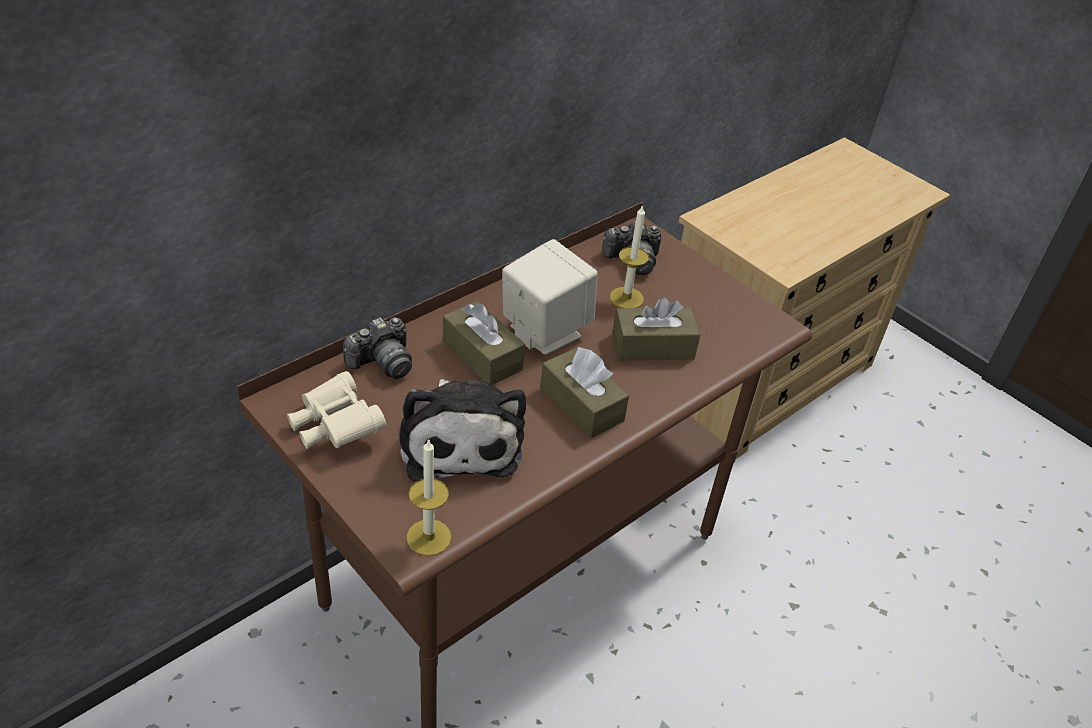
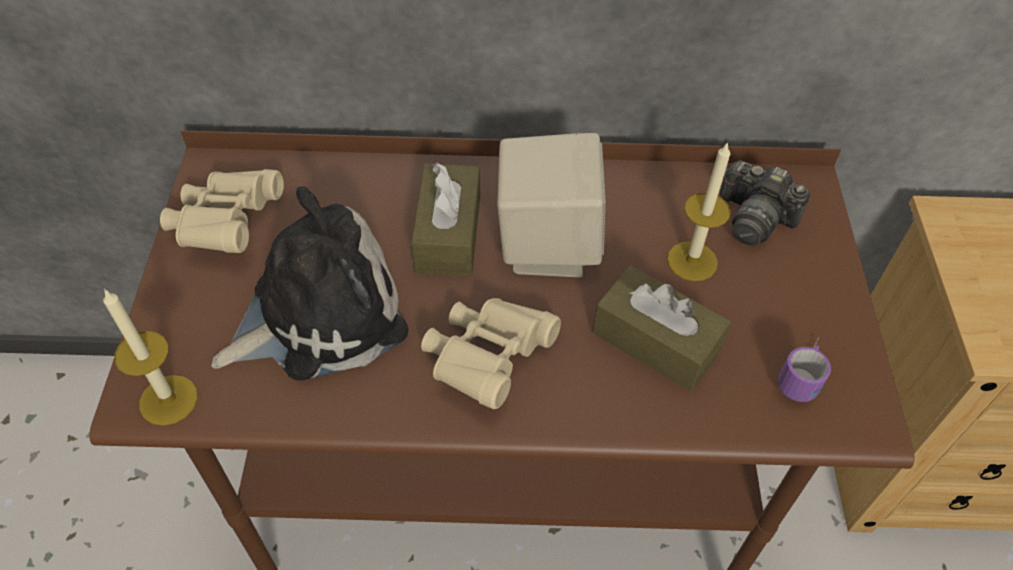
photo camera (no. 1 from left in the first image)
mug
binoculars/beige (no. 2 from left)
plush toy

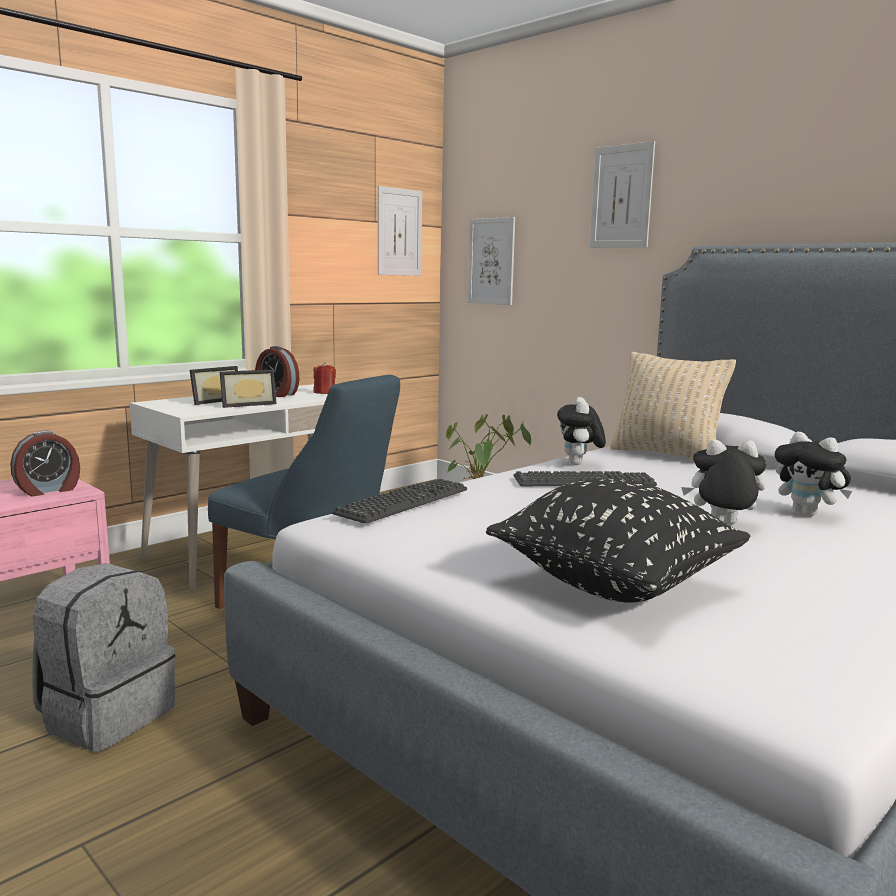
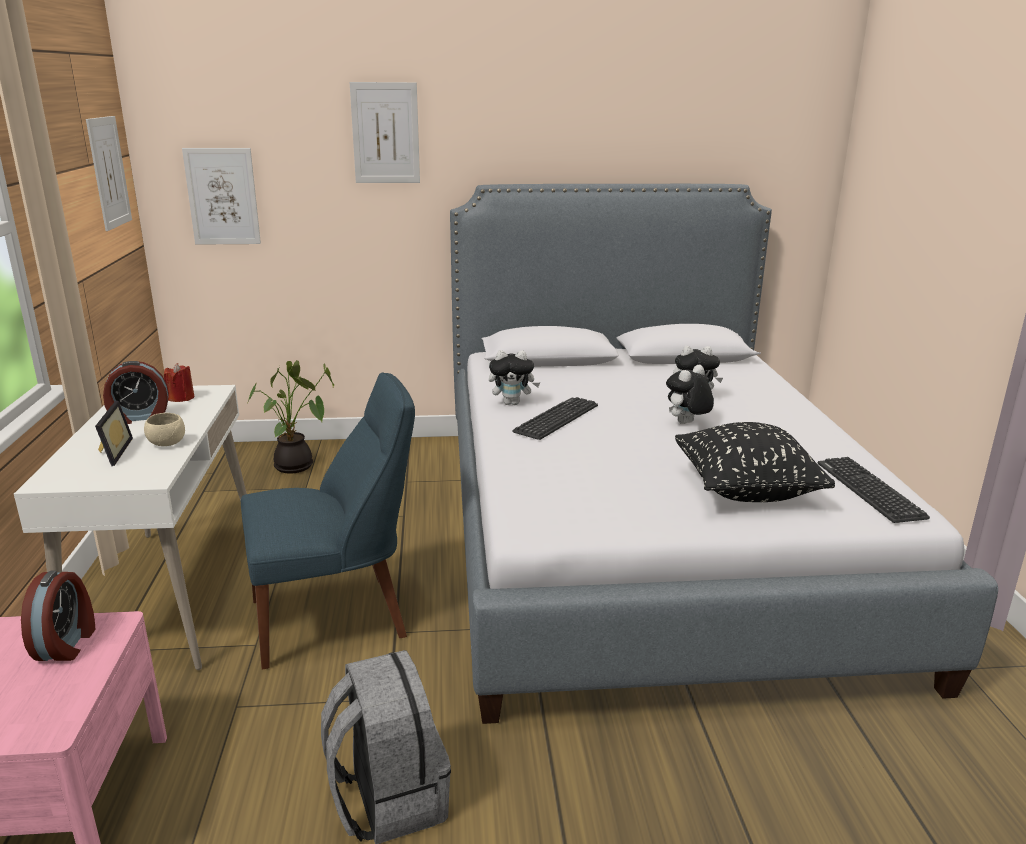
pillow/beige
keyboard (no. 2 from left)
bowl/beige
plush toy (no. 1 from left)

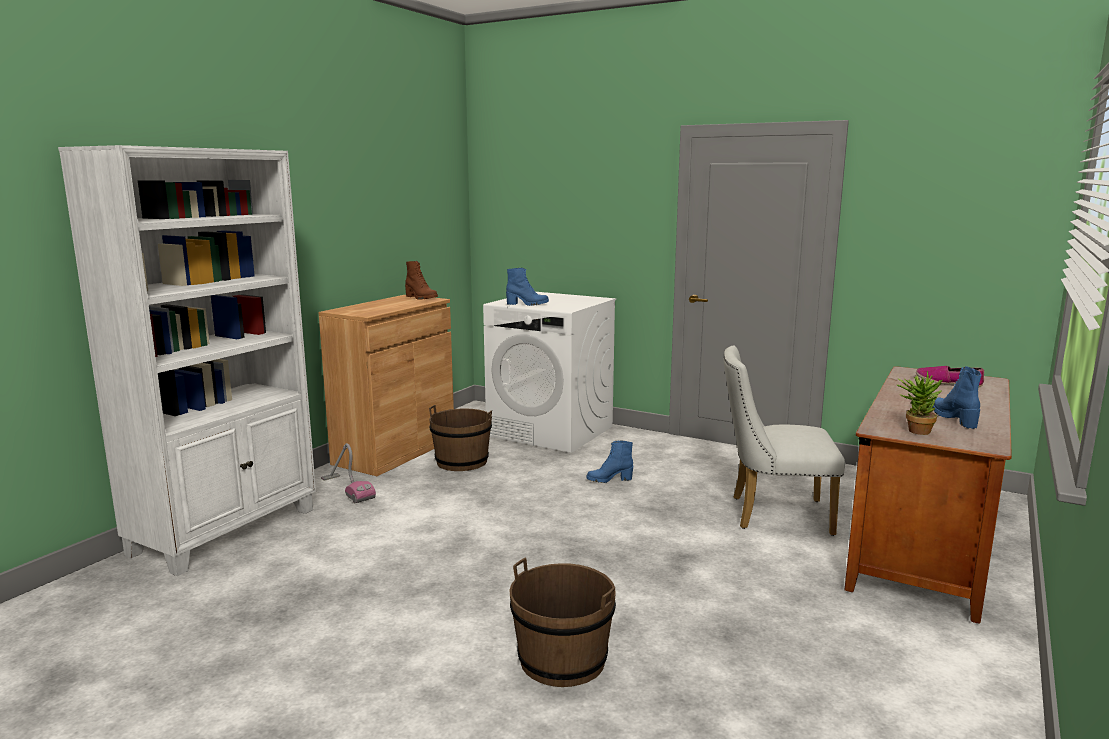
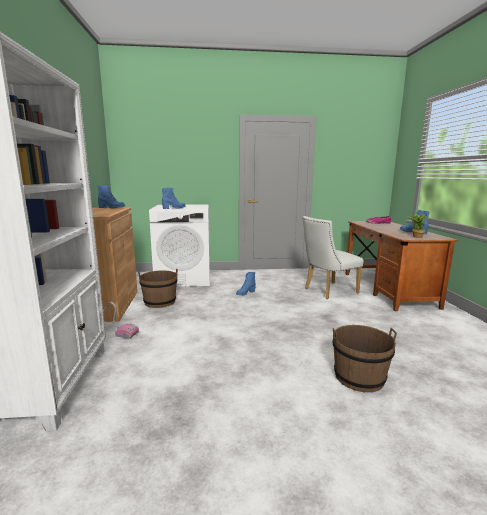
boot/blue (no. 1 from left)

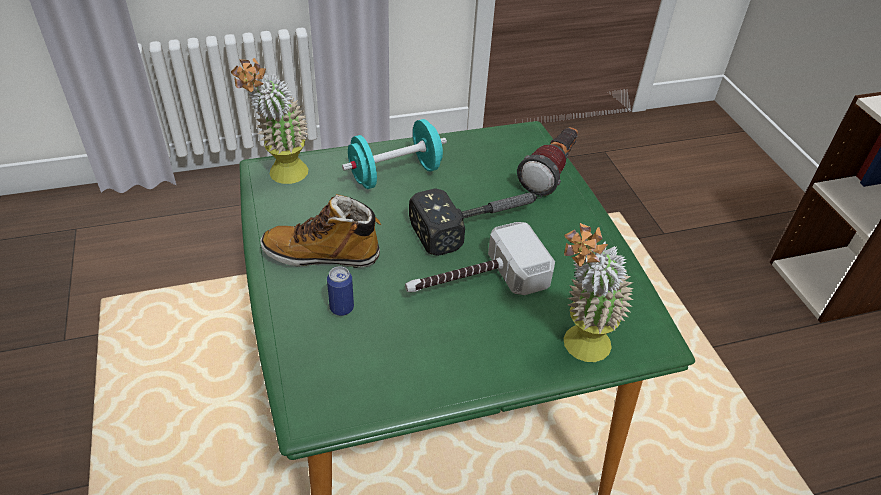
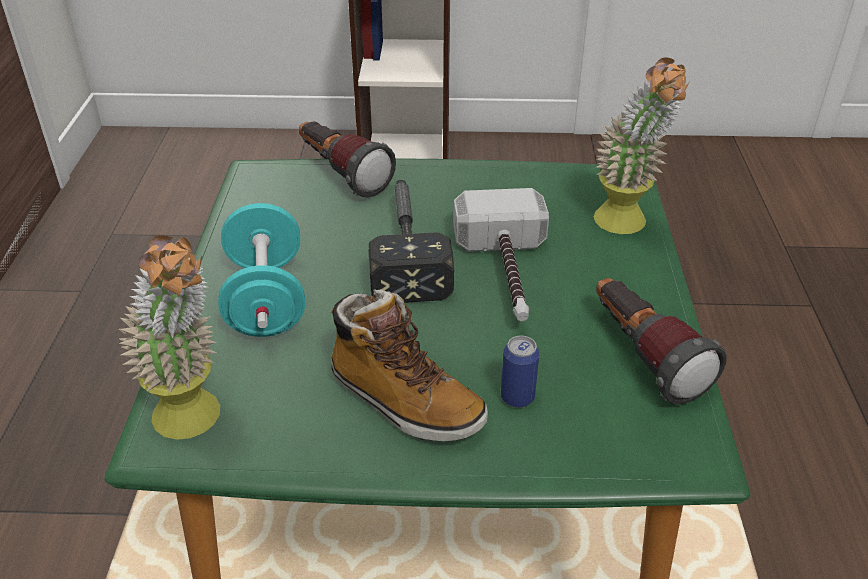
flashlight (no. 2 from left)
boot

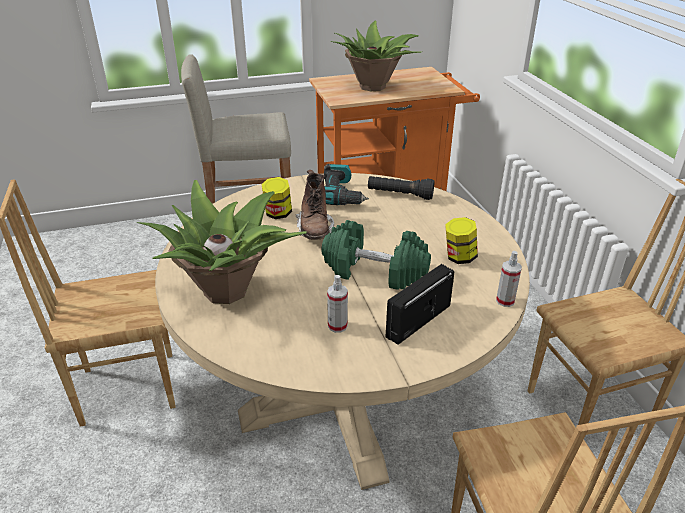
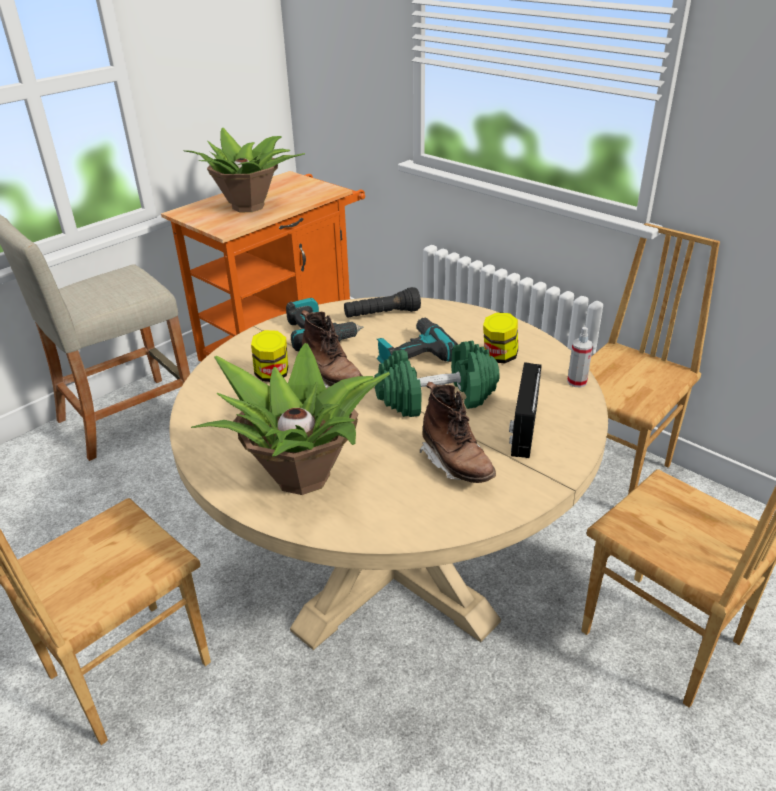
power drill (no. 2 from left)
boot/brown (no. 2 from left)

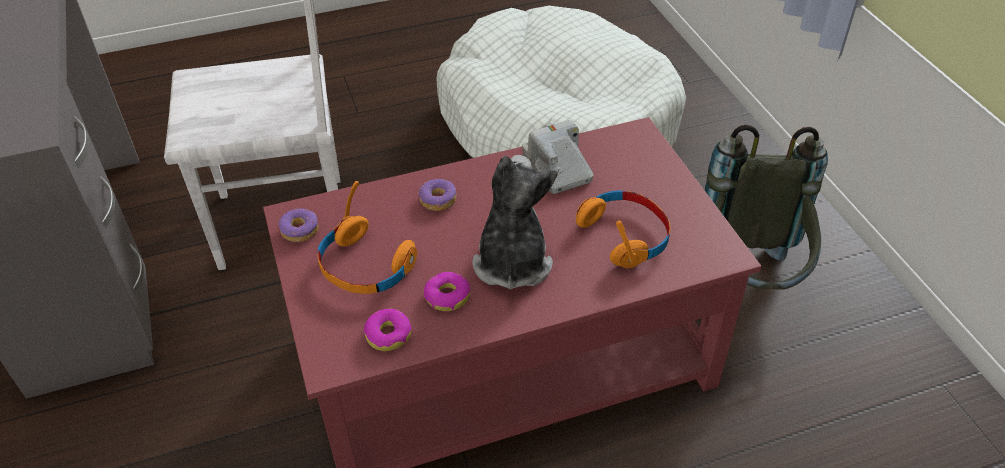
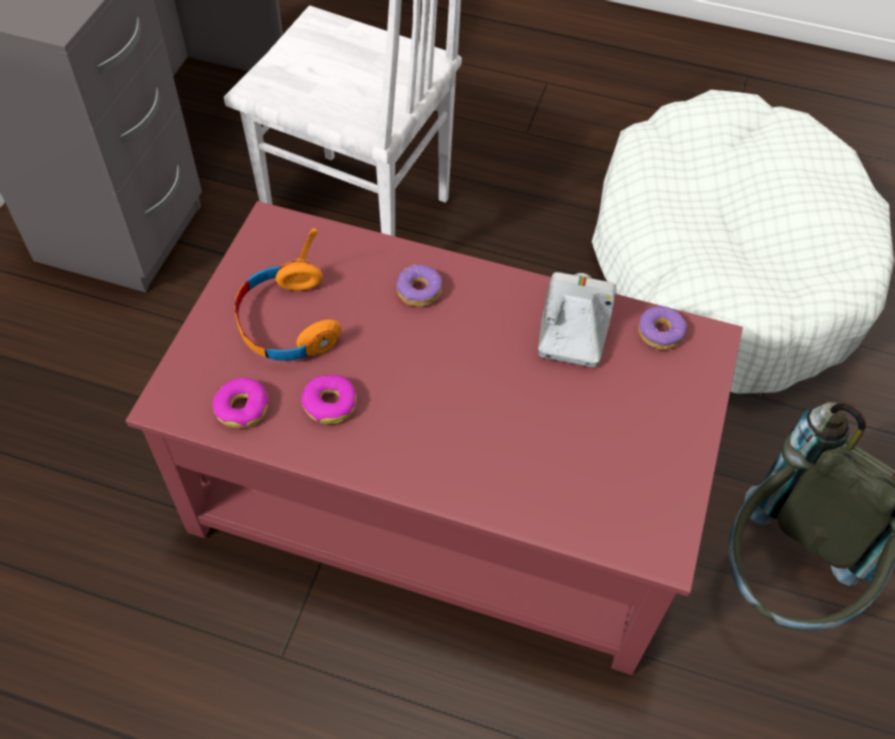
plush toy
headphones/orange (no. 2 from left in the first image)
donut (no. 4 from left)

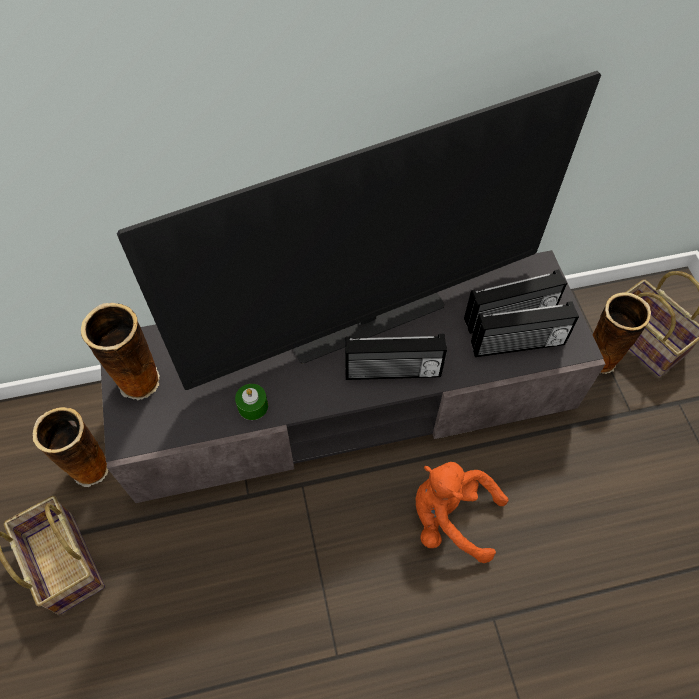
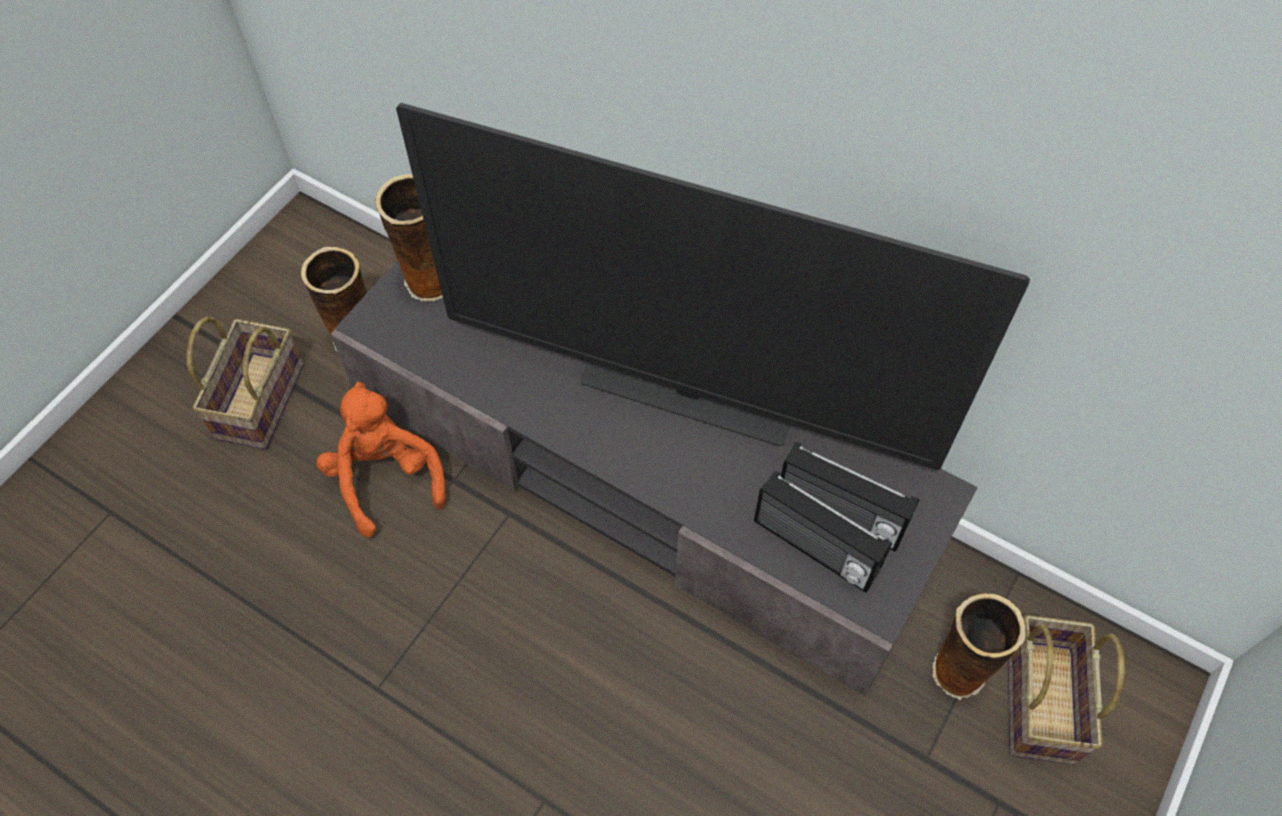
candle/green
radio (no. 1 from left in the first image)
plush toy/orange

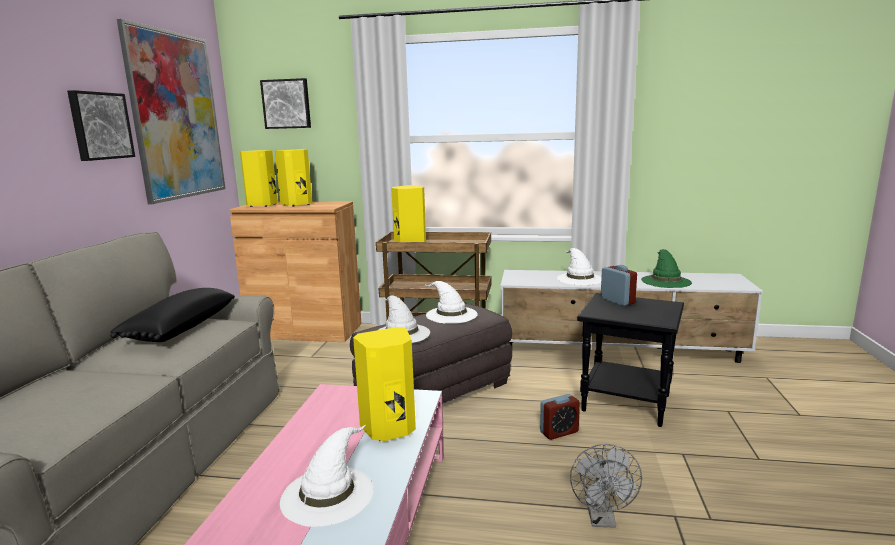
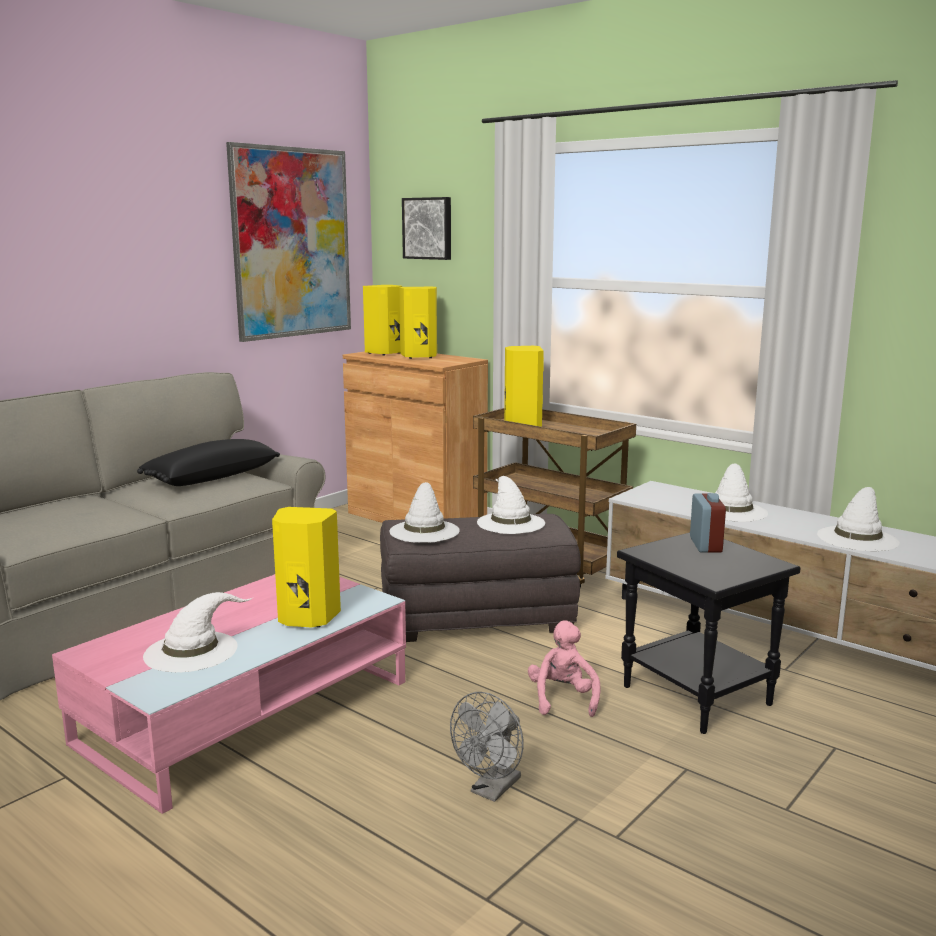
picture (no. 1 from left in the first image)
plush toy/pink
hat/white (no. 5 from left)

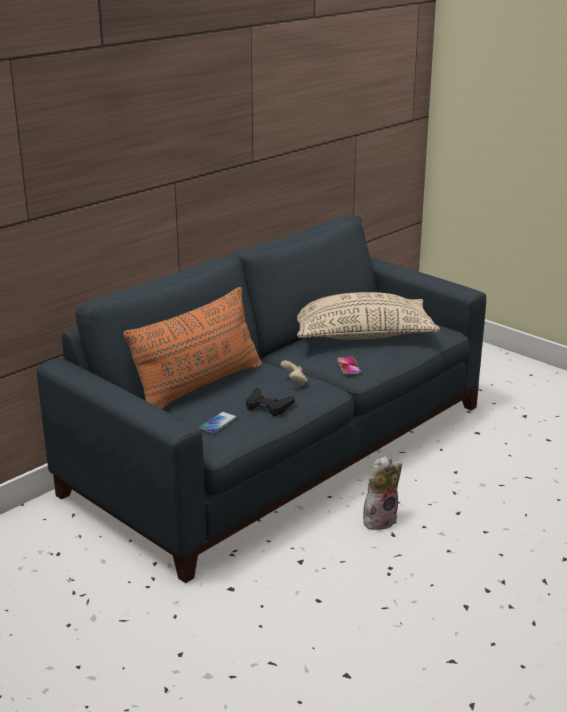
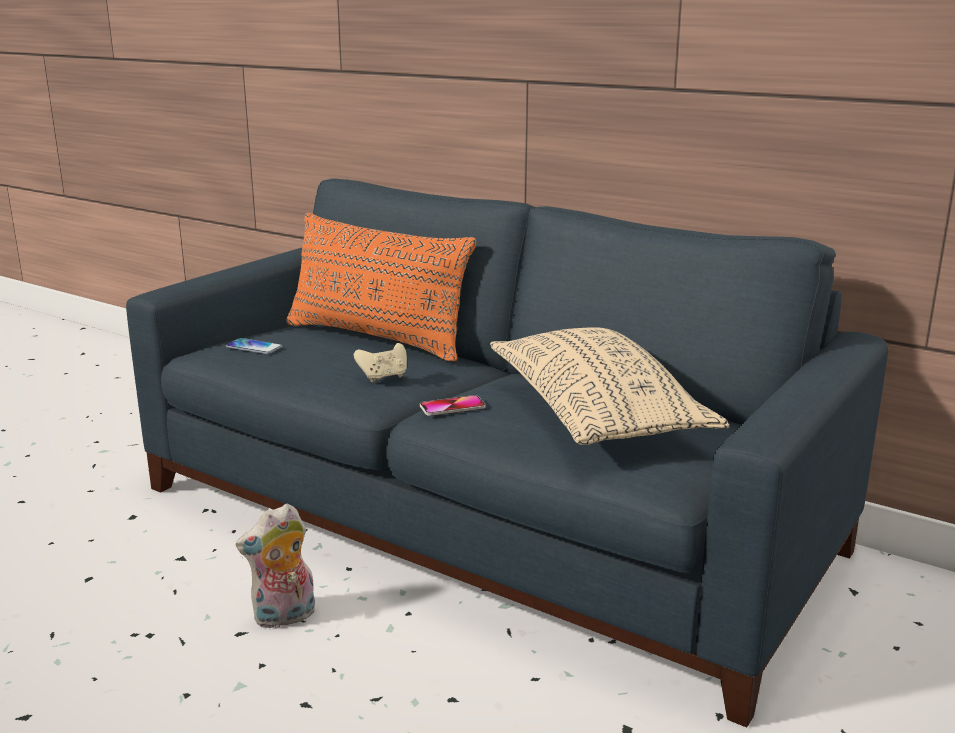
game controller/black
plush toy

